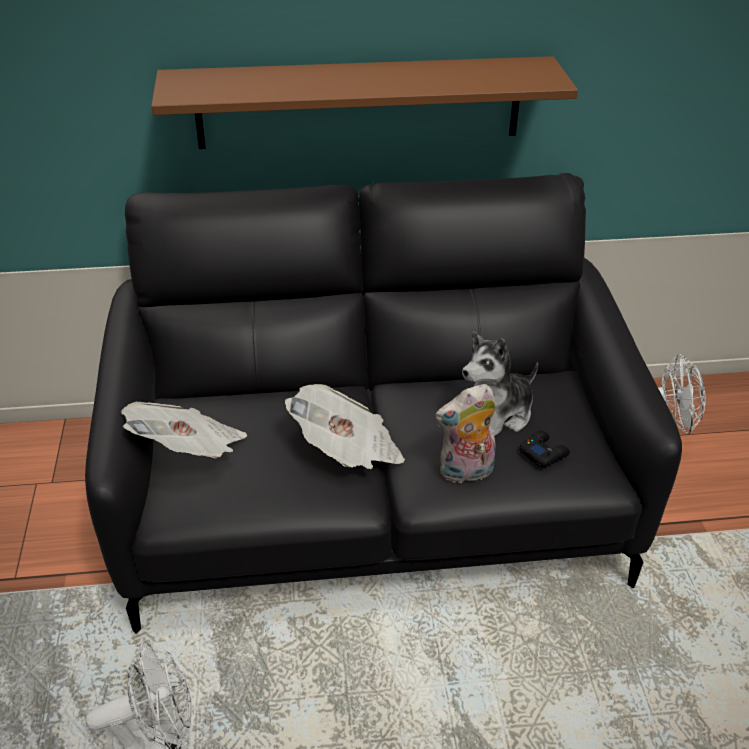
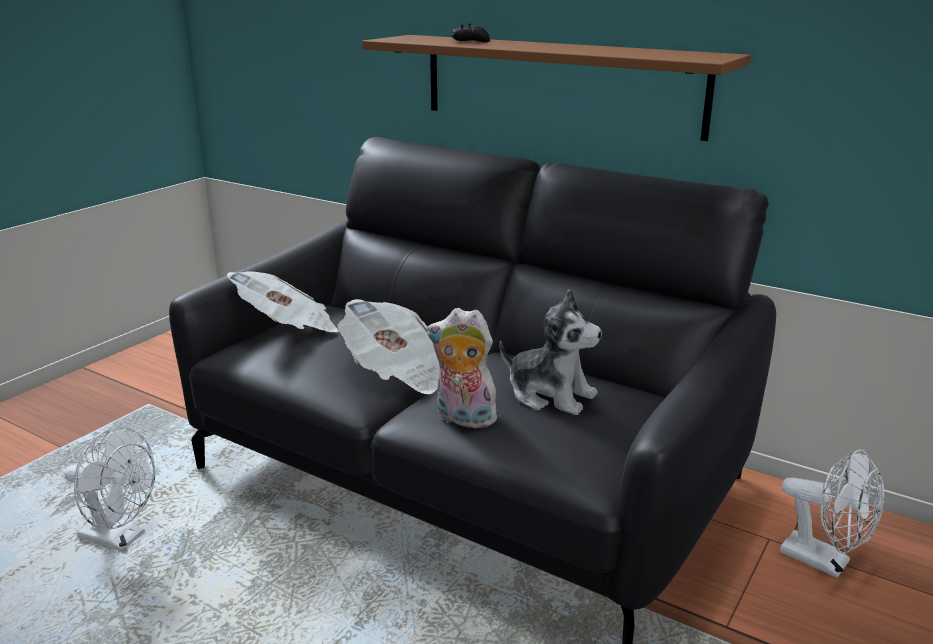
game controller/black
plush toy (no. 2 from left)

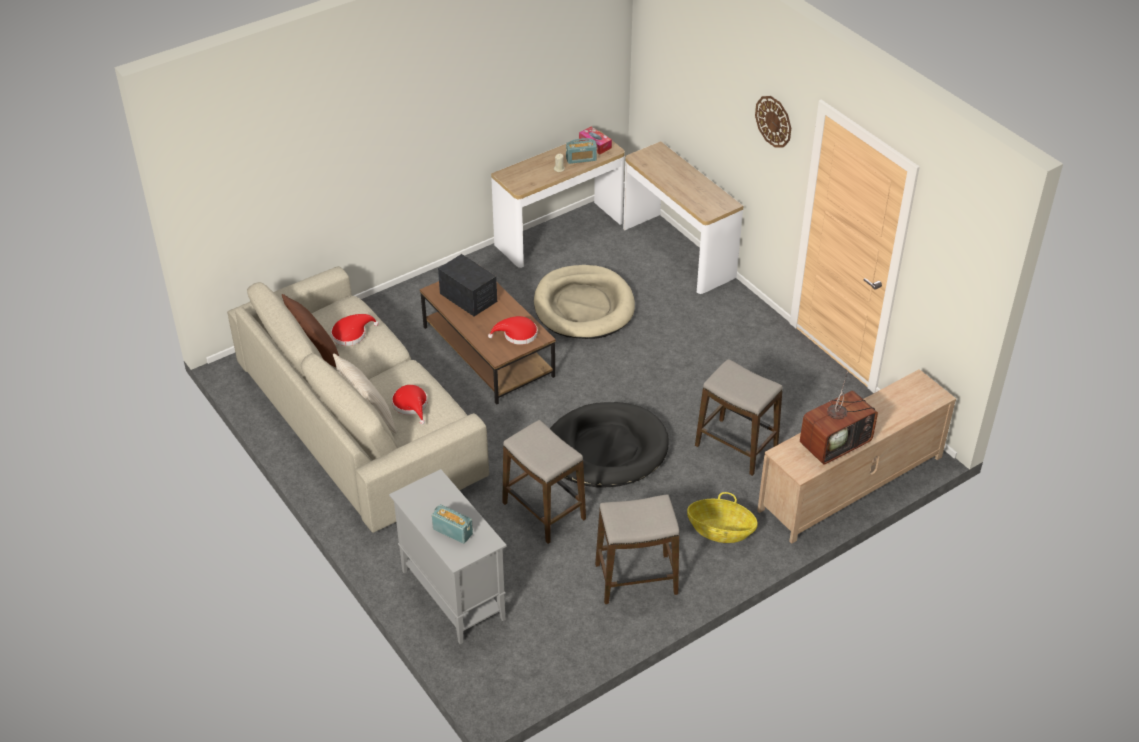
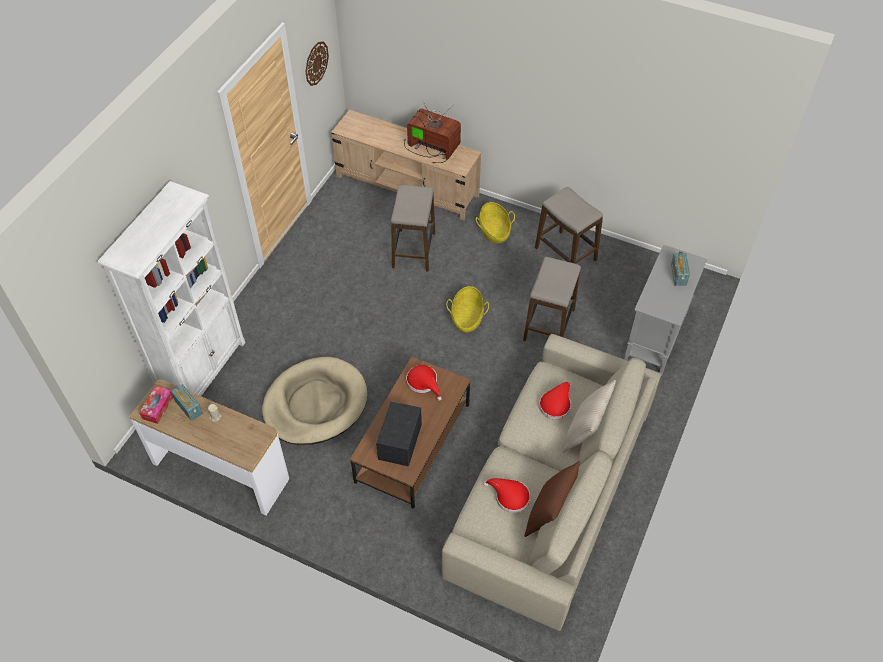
wall clock
basket (no. 1 from left)
bookcase/white

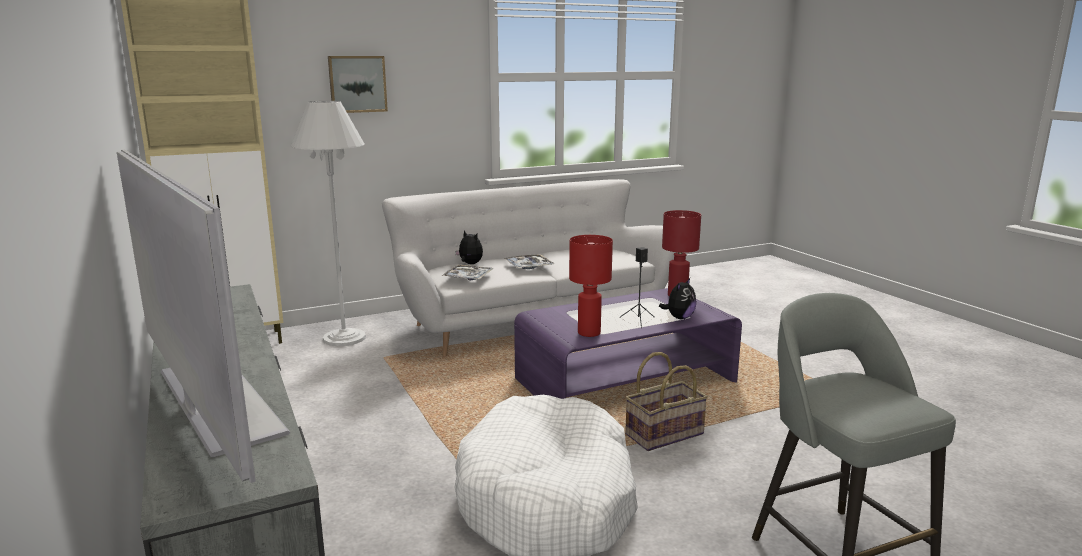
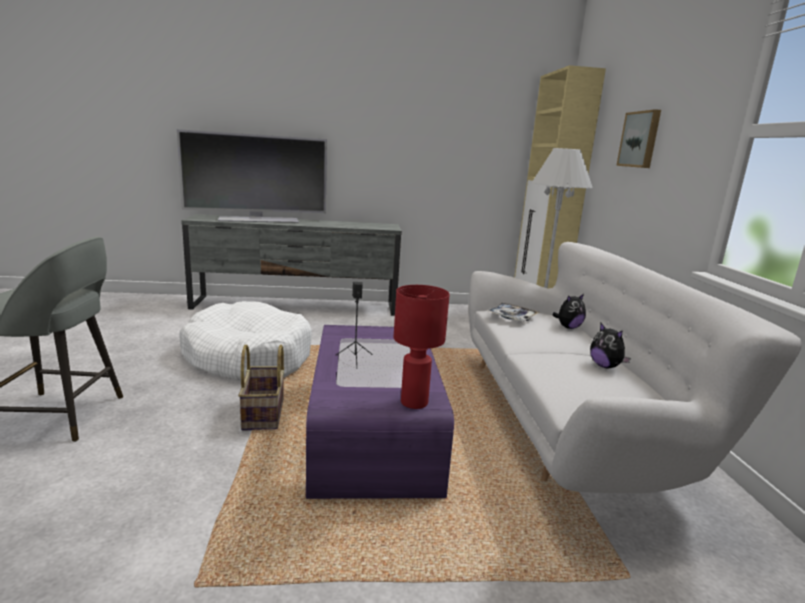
tray (no. 2 from left in the first image)
table lamp/red (no. 1 from left in the first image)
plush toy (no. 2 from left)

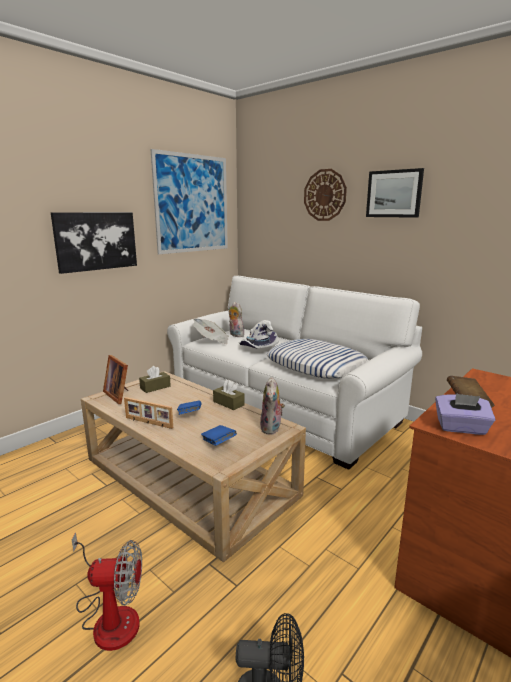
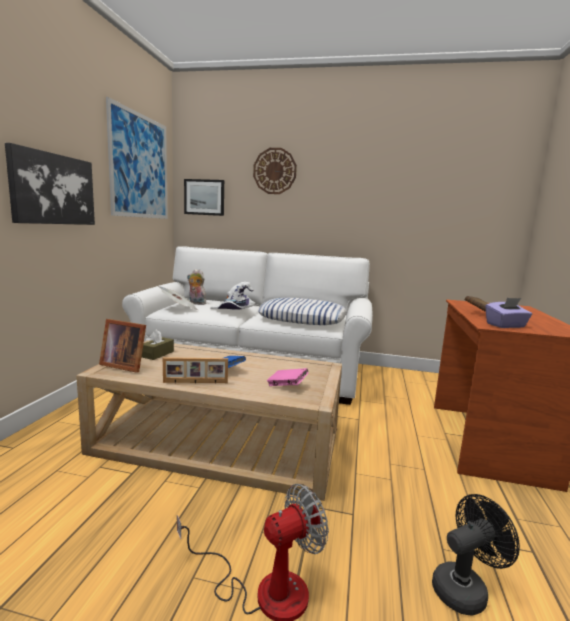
tissue box/brown (no. 2 from left in the first image)
plush toy (no. 2 from left in the first image)
picture (no. 3 from left)
book/pink

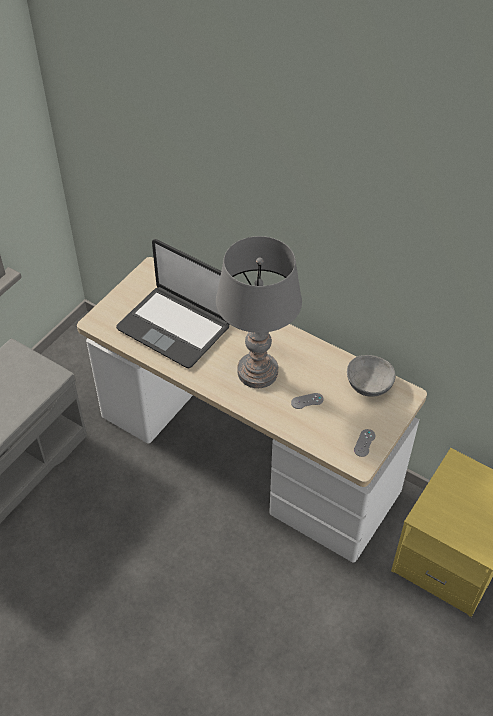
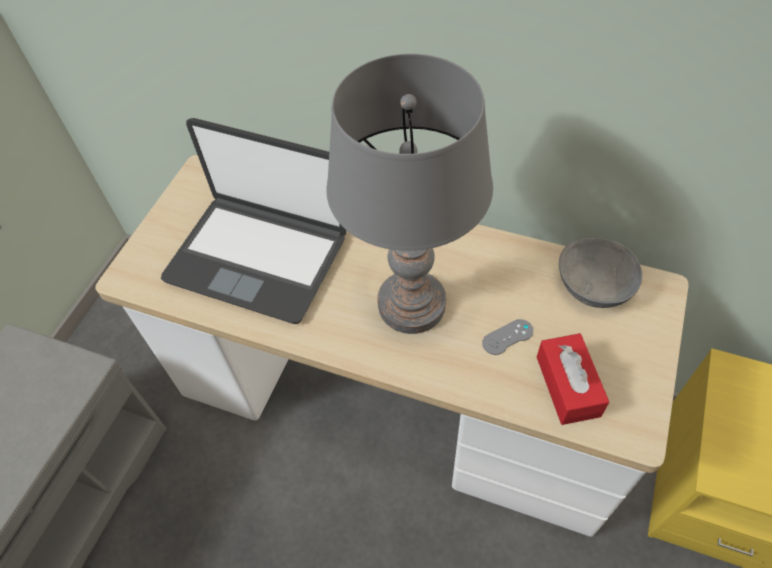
game controller/grey (no. 2 from left in the first image)
tissue box/red

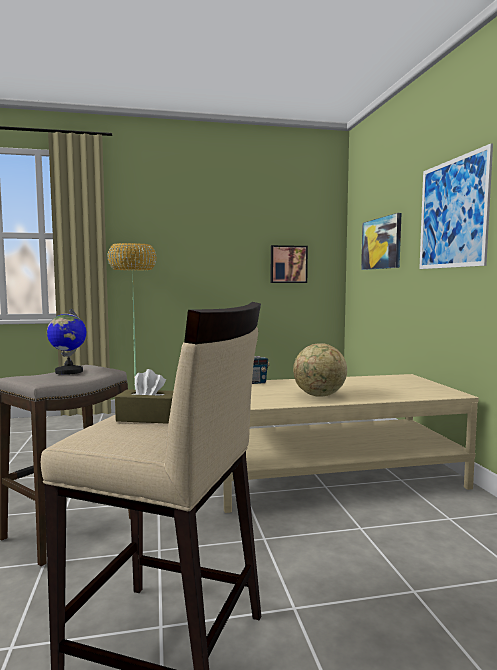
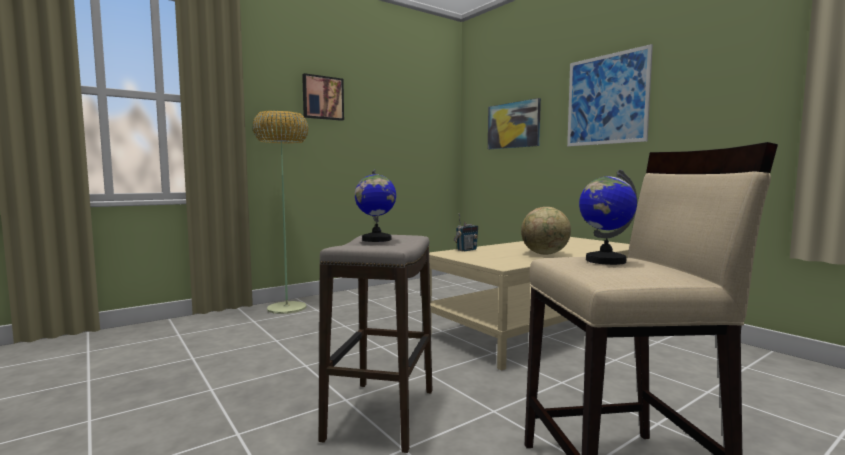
picture (no. 1 from left)
globe (no. 3 from left)

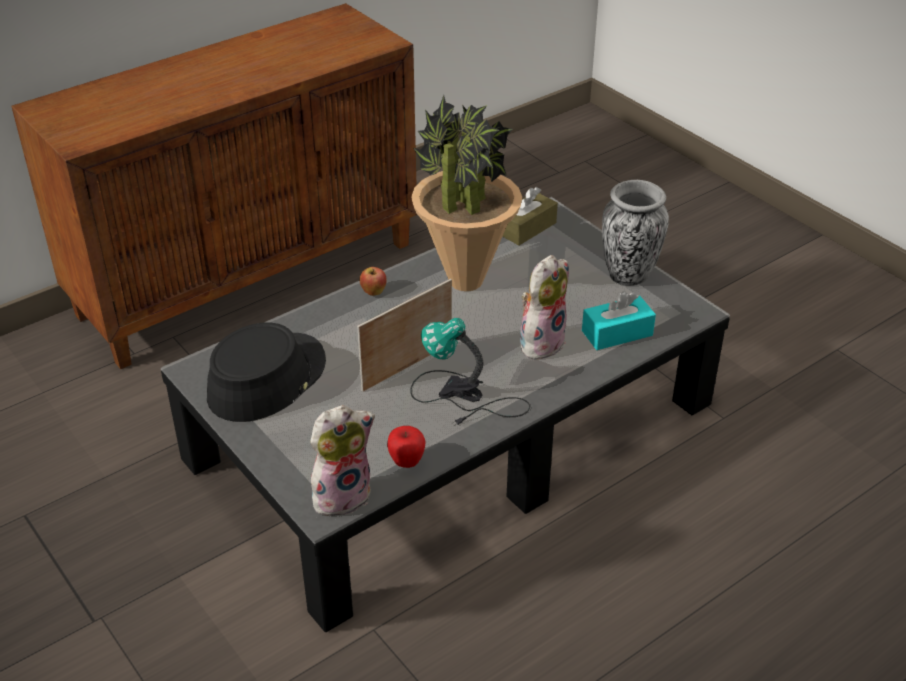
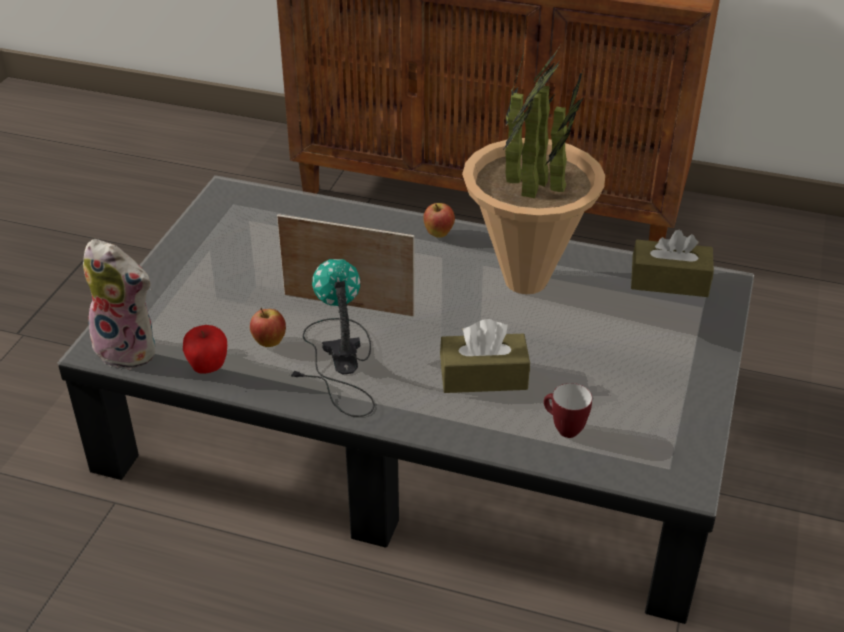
hat/black
vase
apple (no. 2 from left)
tissue box/brown (no. 1 from left)
mug

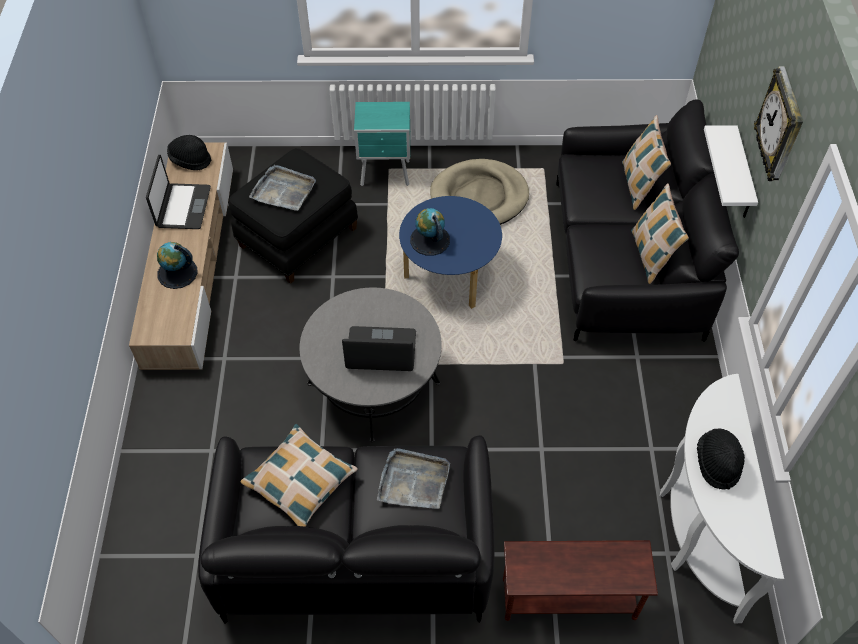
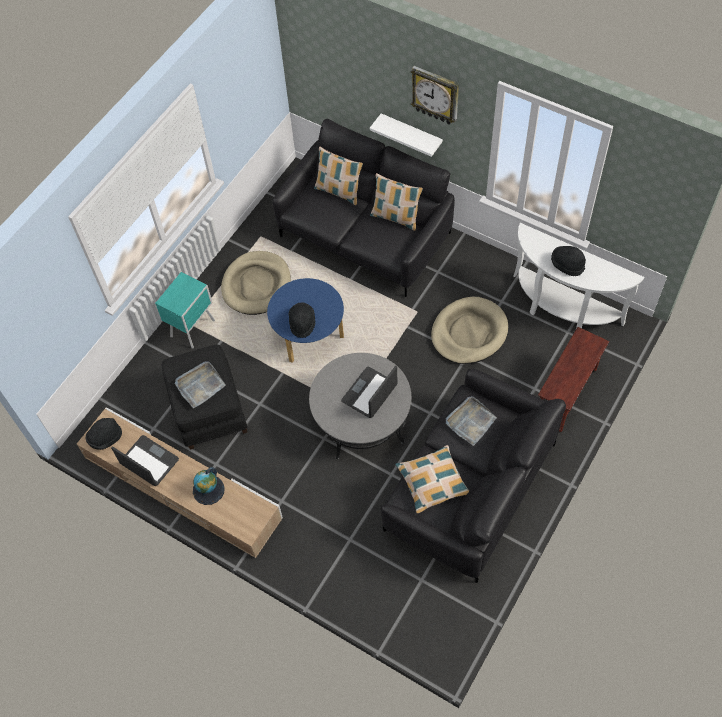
dog bed/beige (no. 2 from left)
hat/black (no. 2 from left)

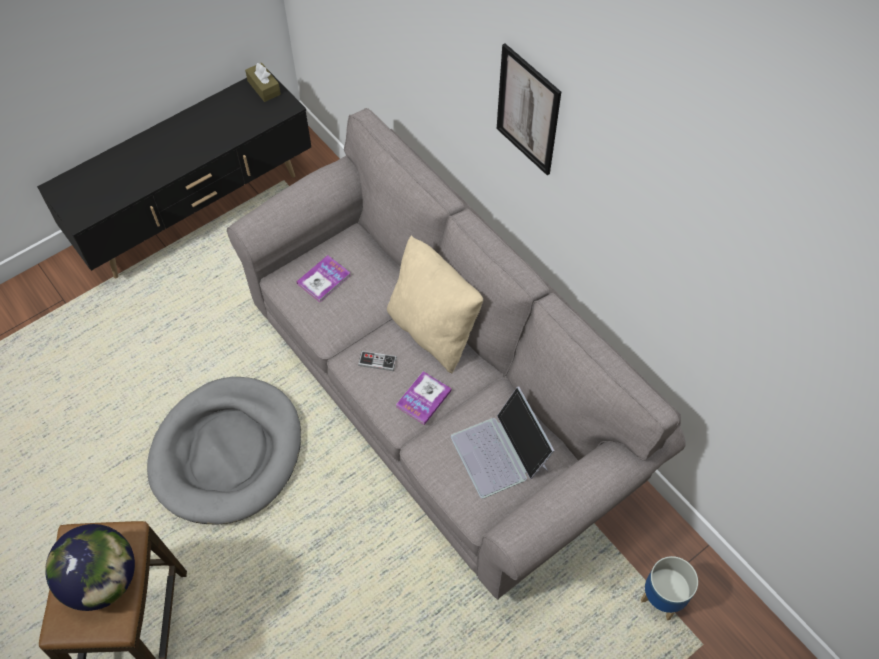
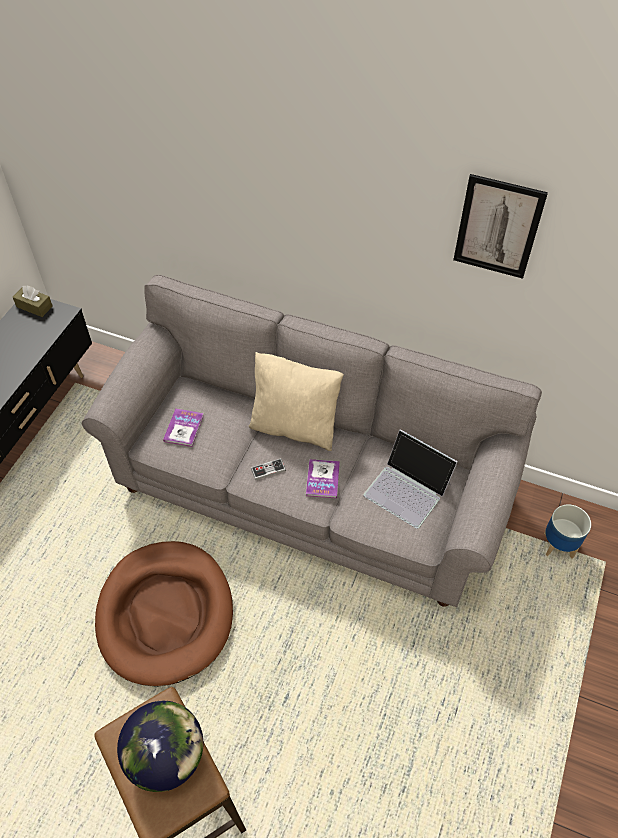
picture
dog bed/brown

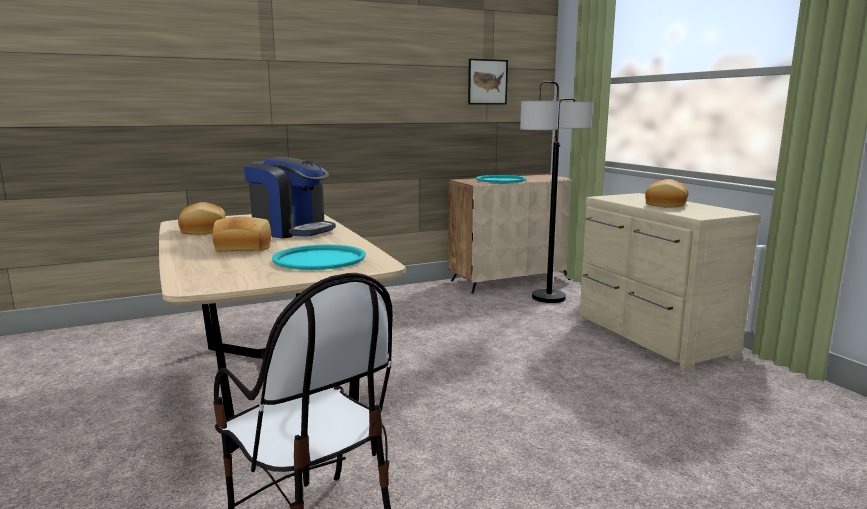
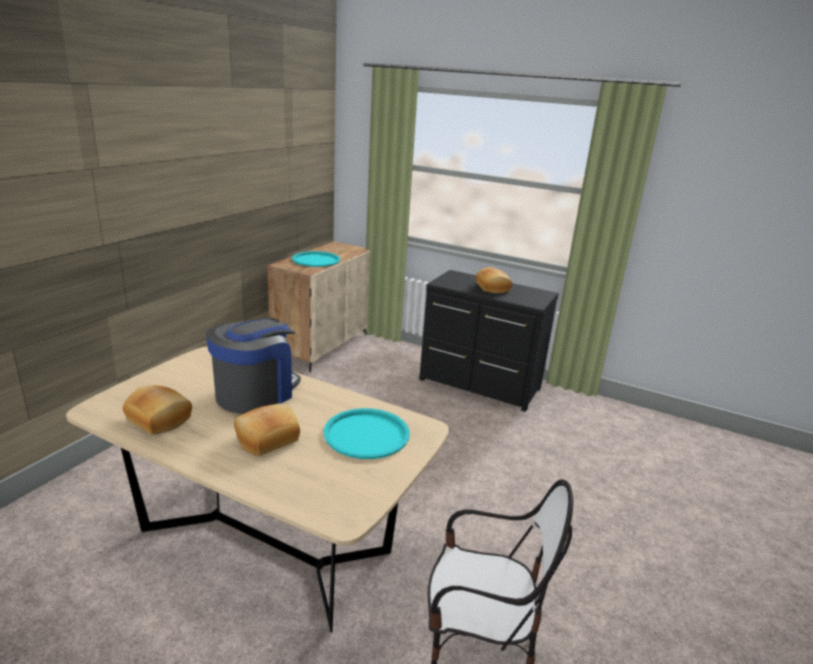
picture
floor lamp
dresser/black
coffee machine

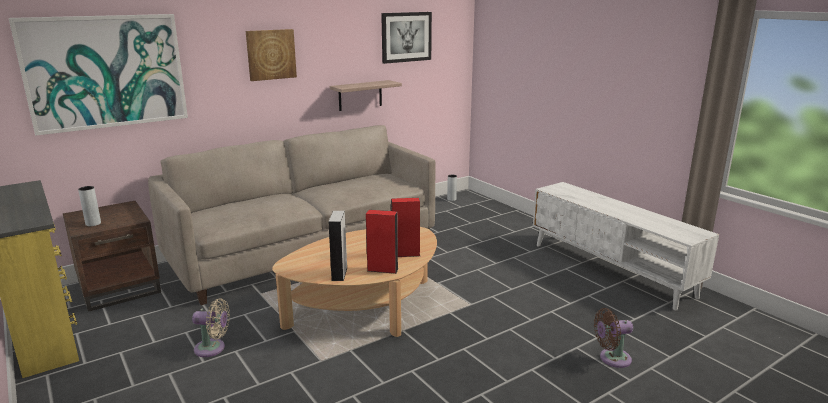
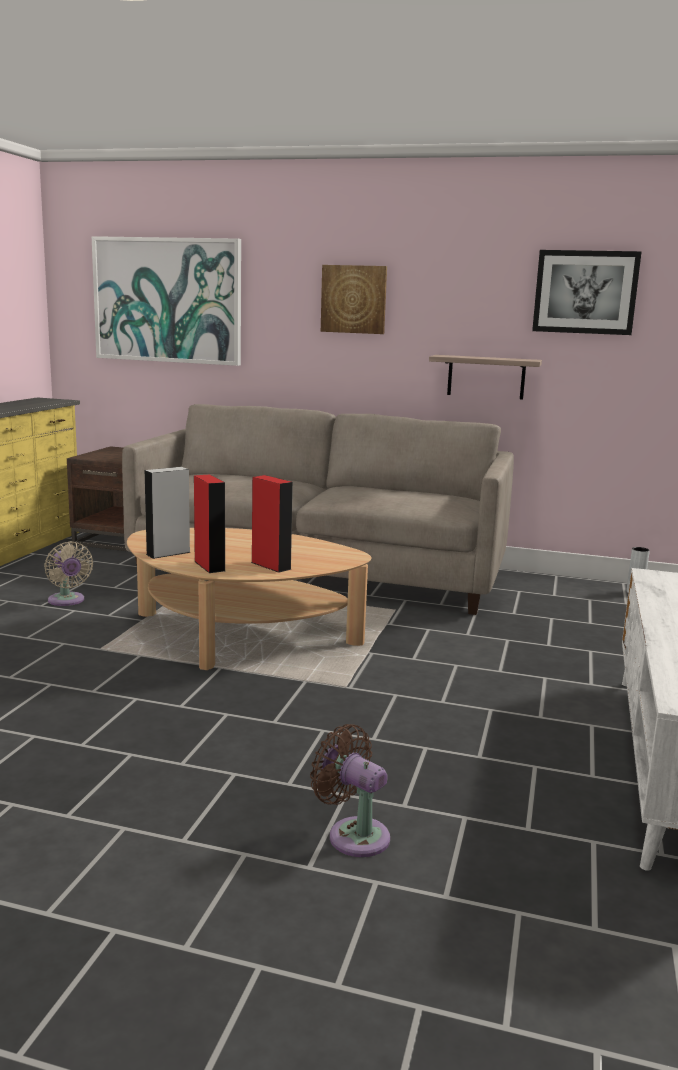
vase/grey (no. 1 from left in the first image)

